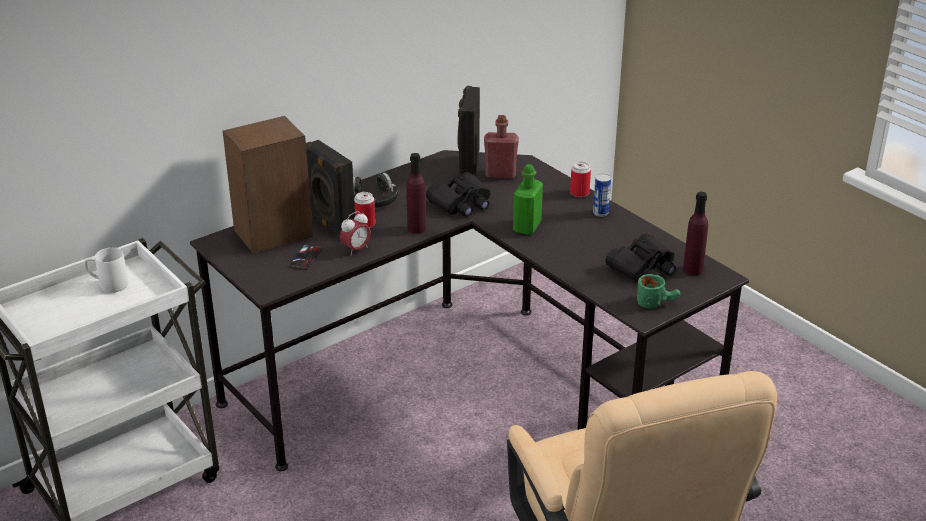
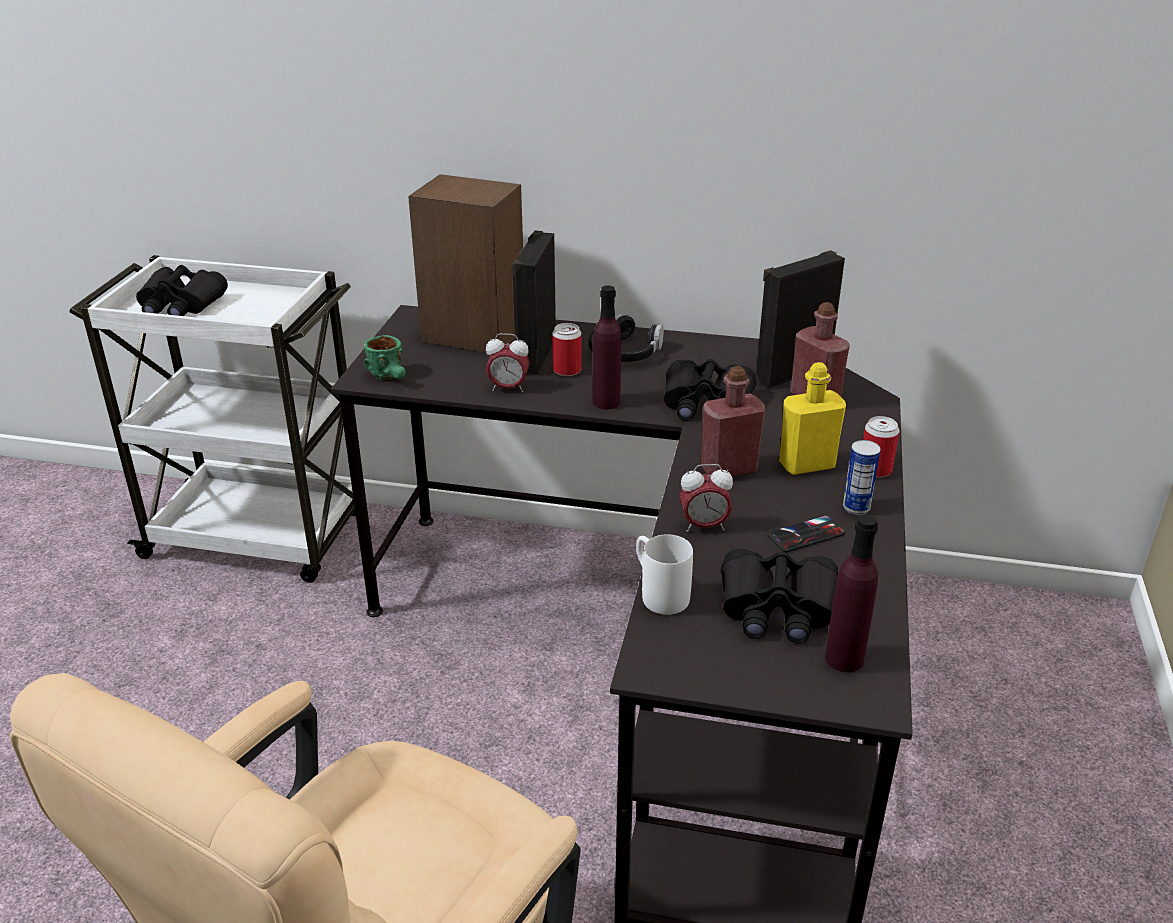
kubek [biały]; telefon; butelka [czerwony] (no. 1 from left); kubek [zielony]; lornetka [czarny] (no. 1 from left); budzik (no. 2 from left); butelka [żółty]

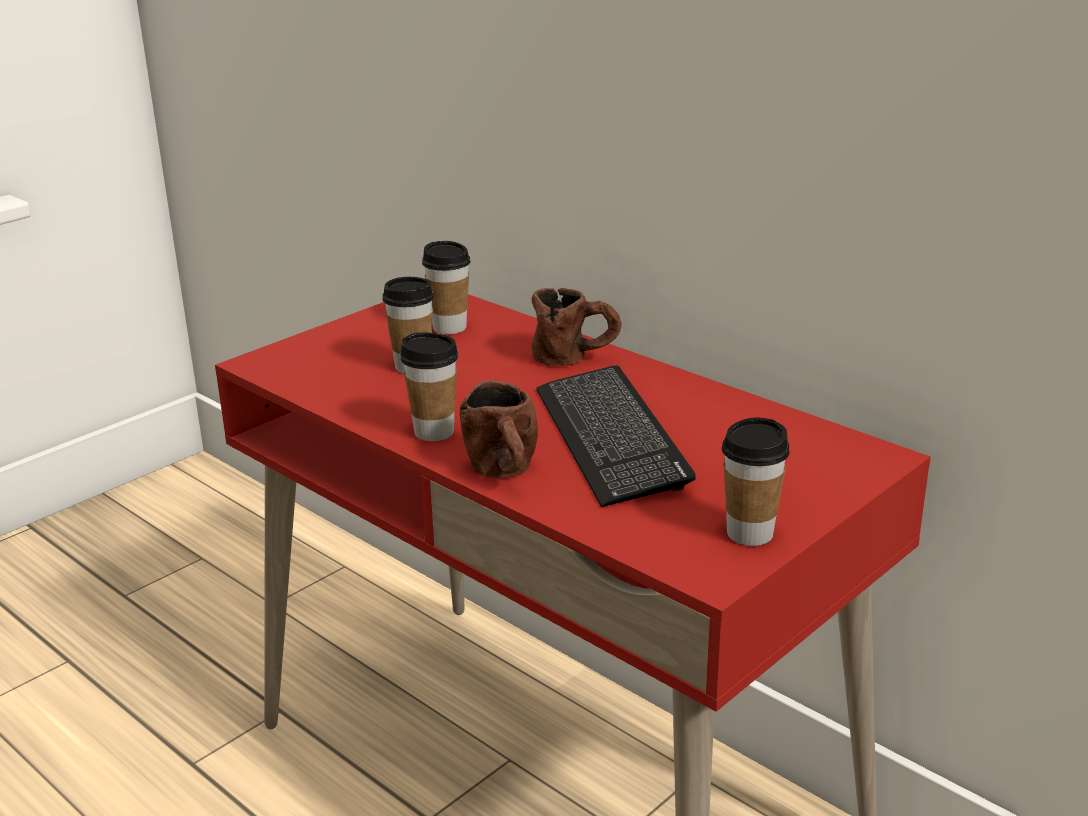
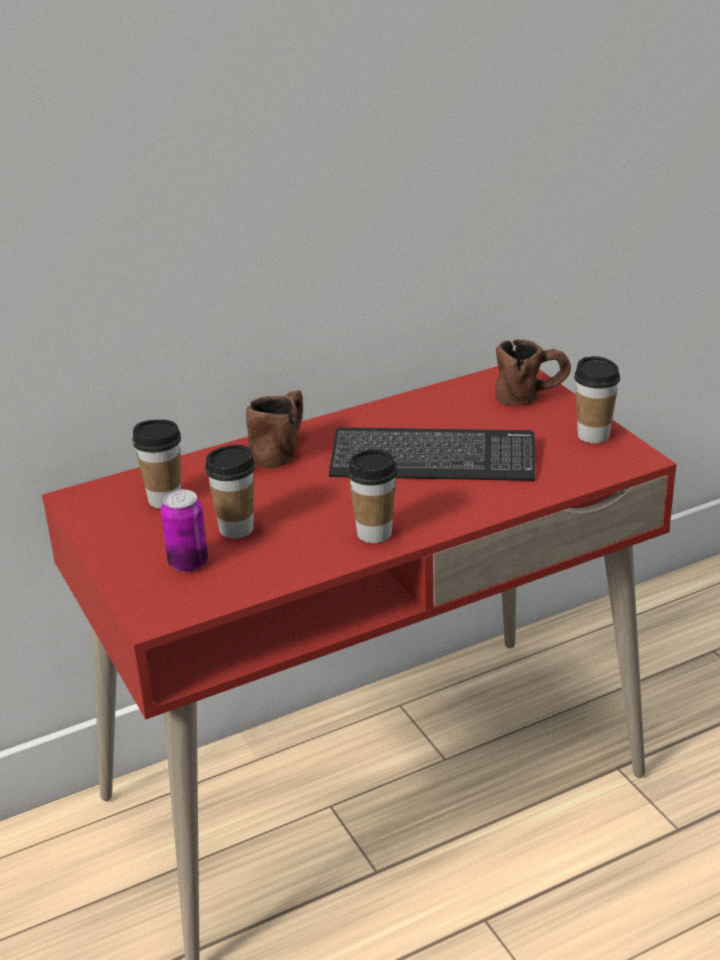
kubek [brązowy] (no. 2 from left); puszka

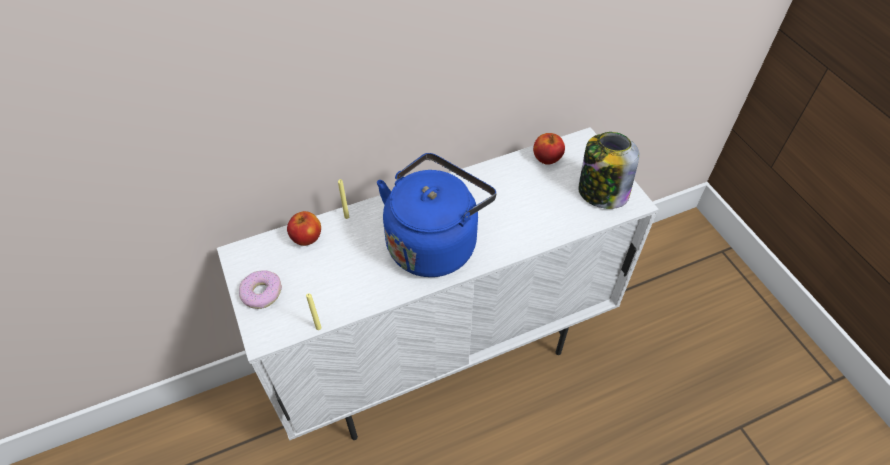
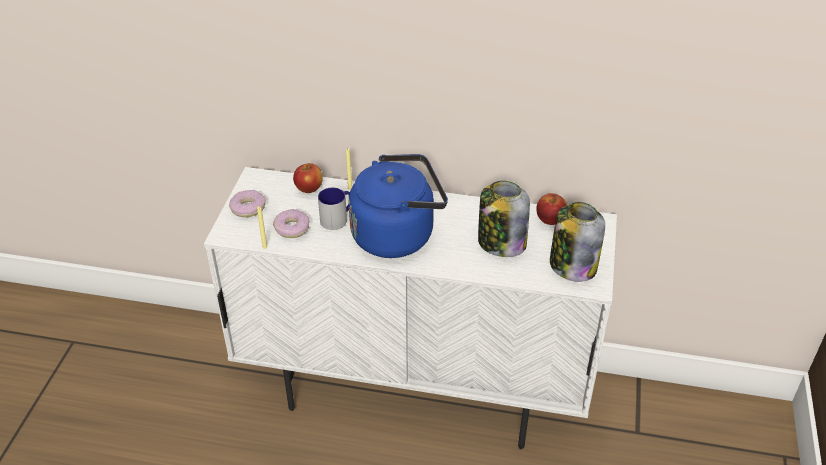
donut (no. 2 from left); kubek; słoik (no. 1 from left)

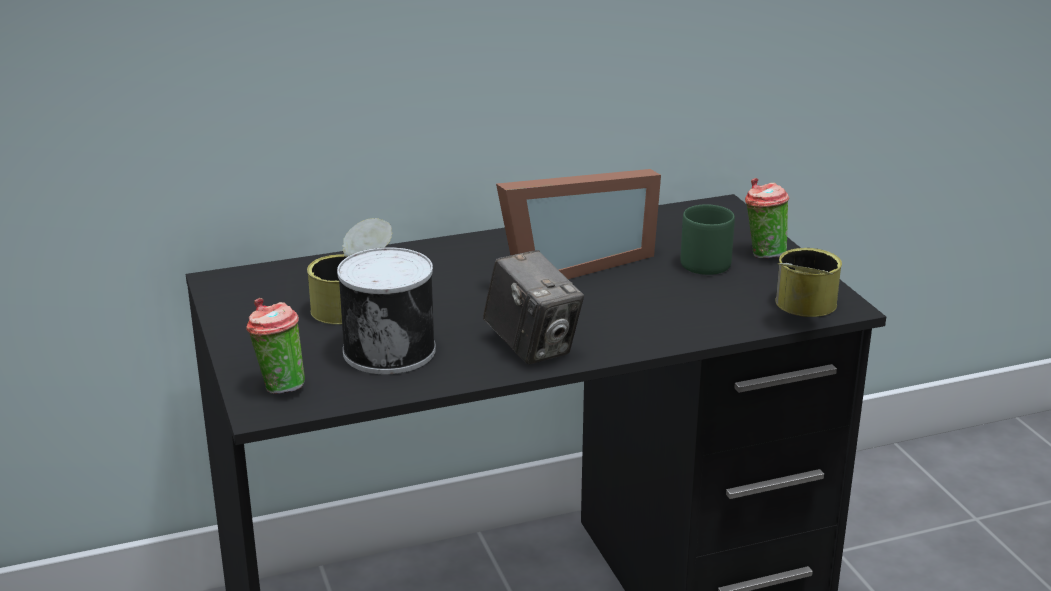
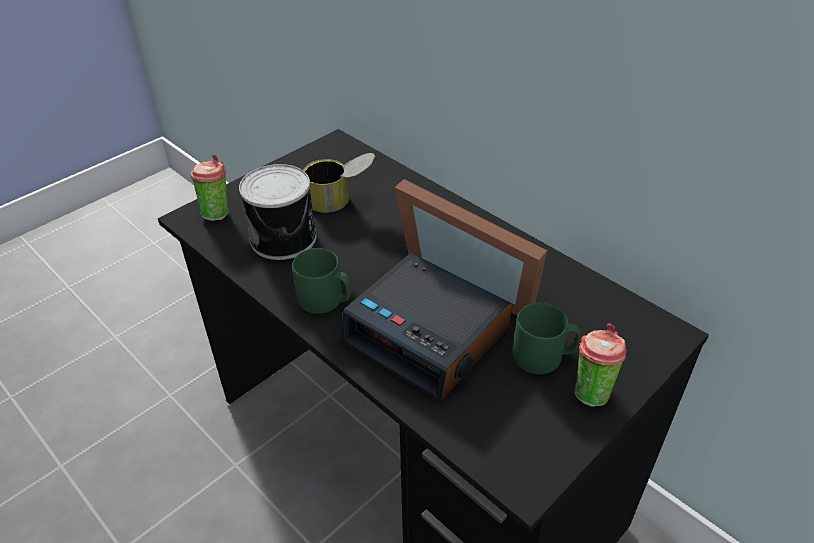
kubek [zielony] (no. 1 from left); puszka (no. 3 from left in the first image); budzik

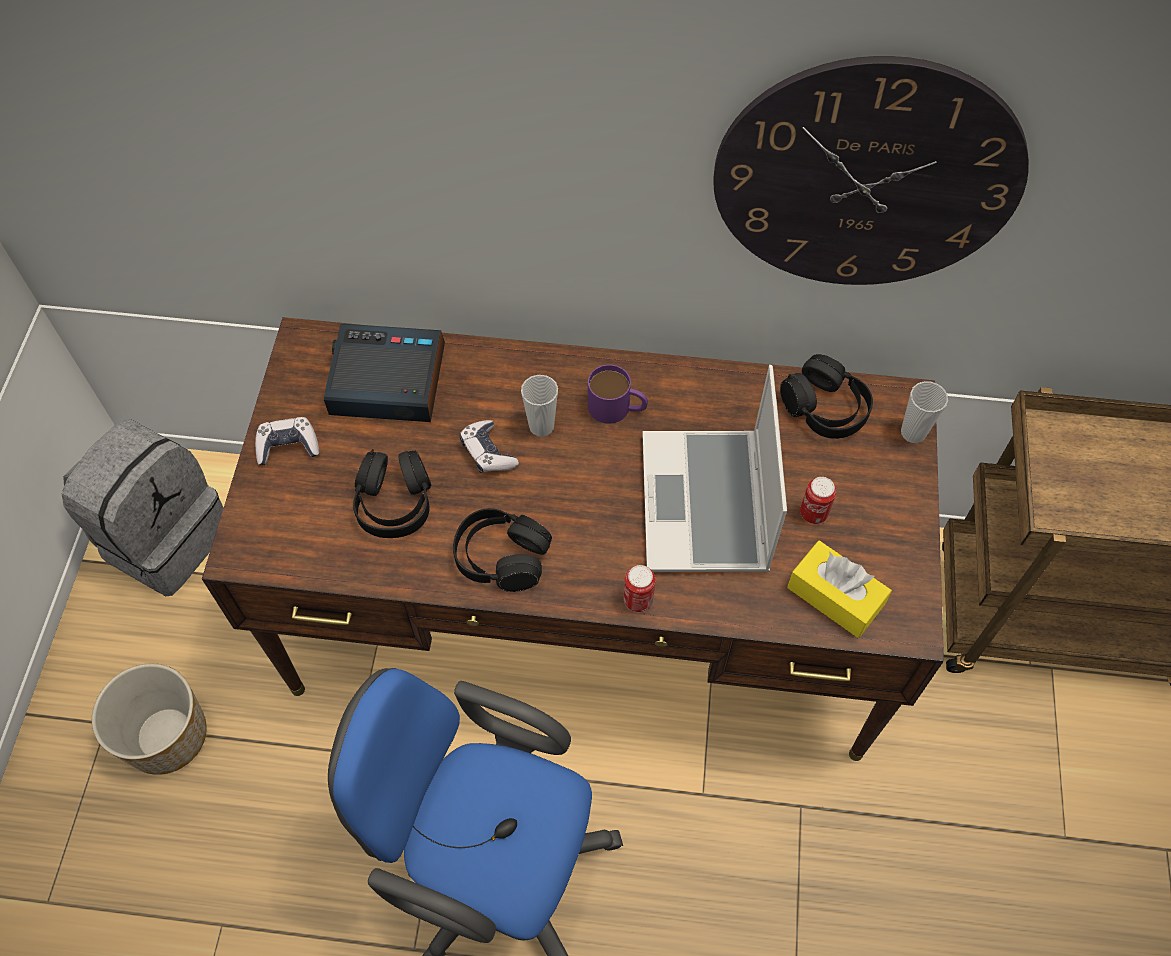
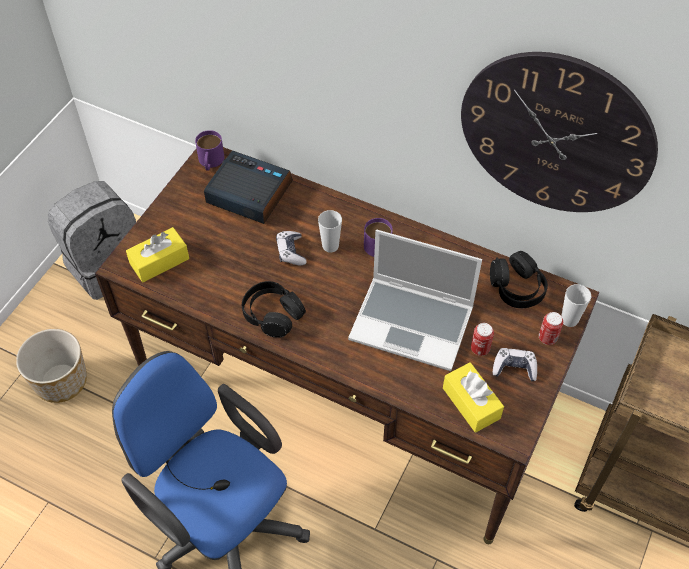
pad do gier (no. 2 from left); słuchawki [czarny] (no. 1 from left in the first image); puszka (no. 2 from left); laptop; pudełko chusteczek [żółty] (no. 1 from left); kubek [fioletowy] (no. 1 from left)

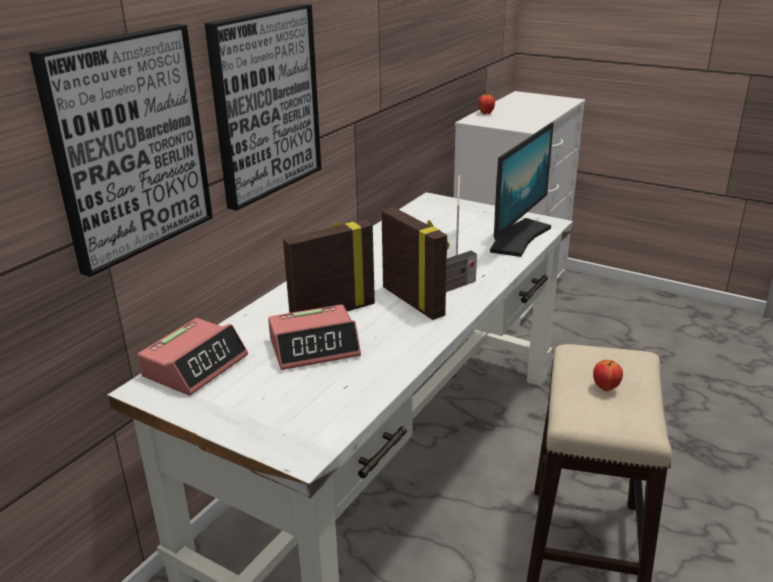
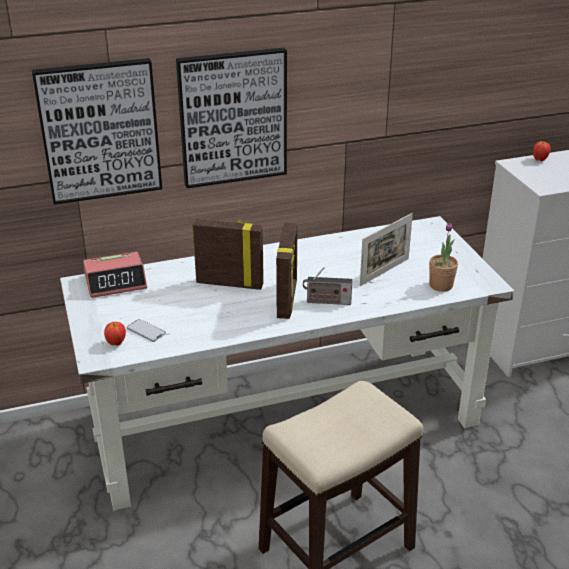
budzik (no. 2 from left in the first image); roślina doniczkowa; jabłko (no. 1 from left); telefon

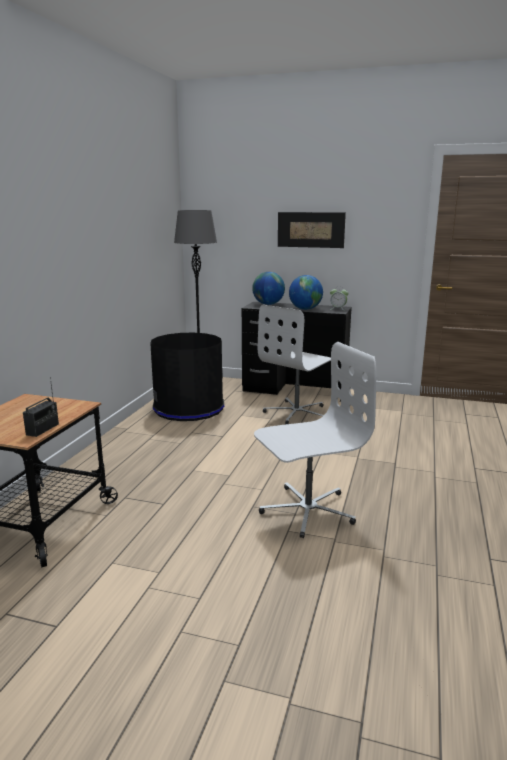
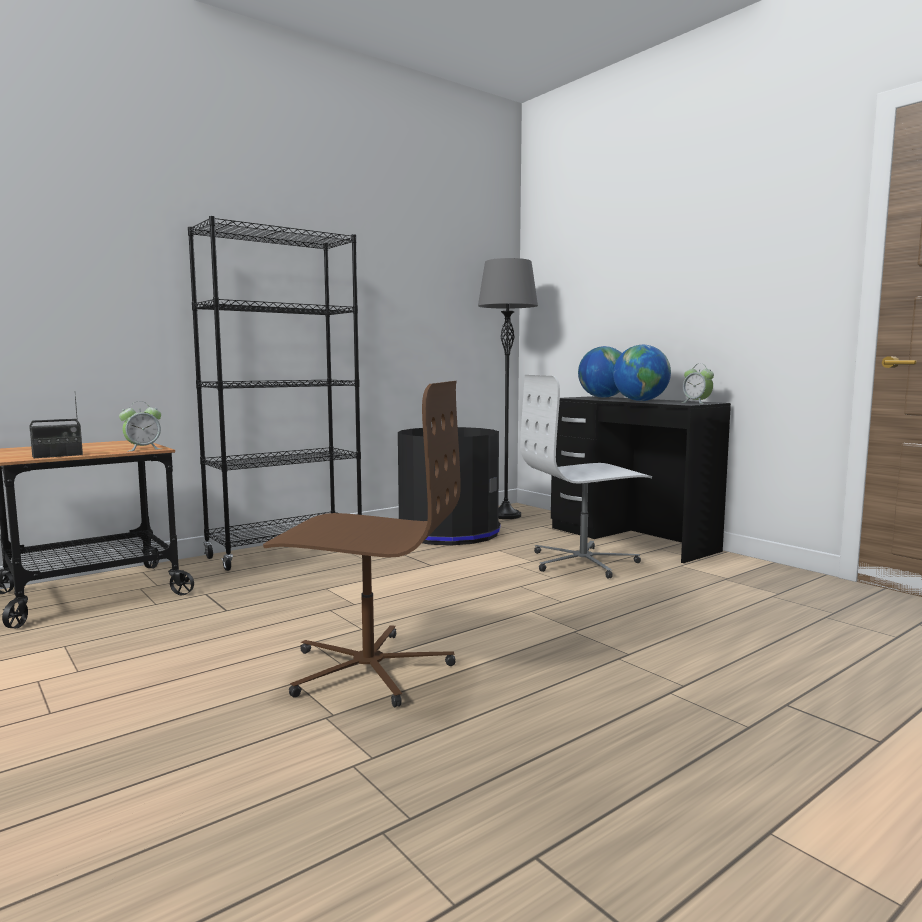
krzesło biurowe [brązowy]; obraz; budzik (no. 1 from left); regał [czarny]

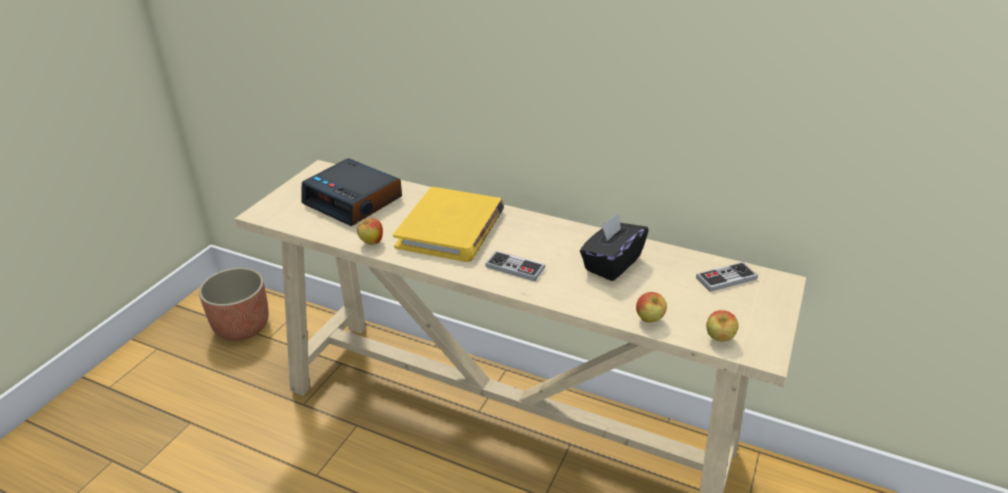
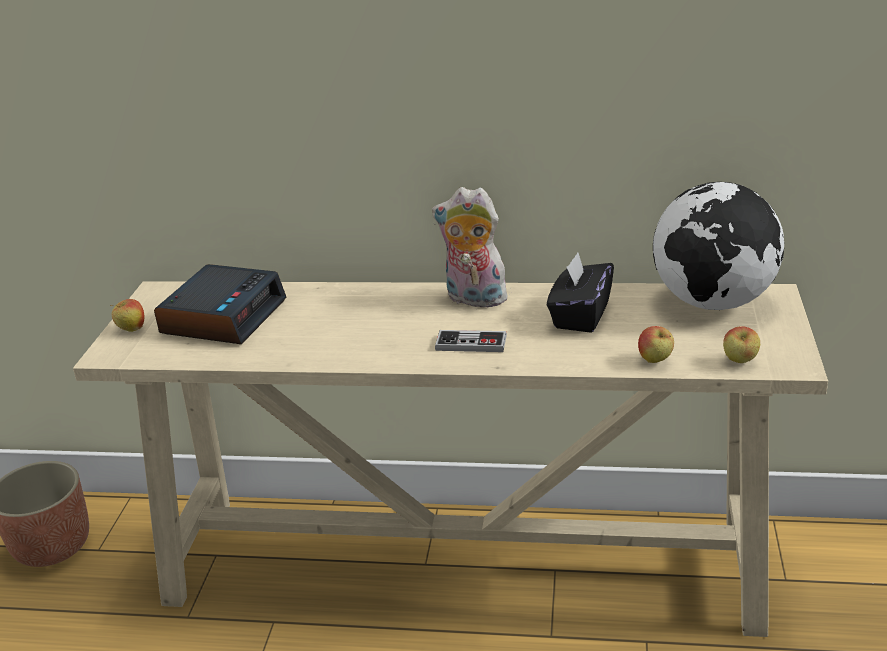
budzik; jabłko (no. 1 from left); książka [żółty]; globus; pluszak

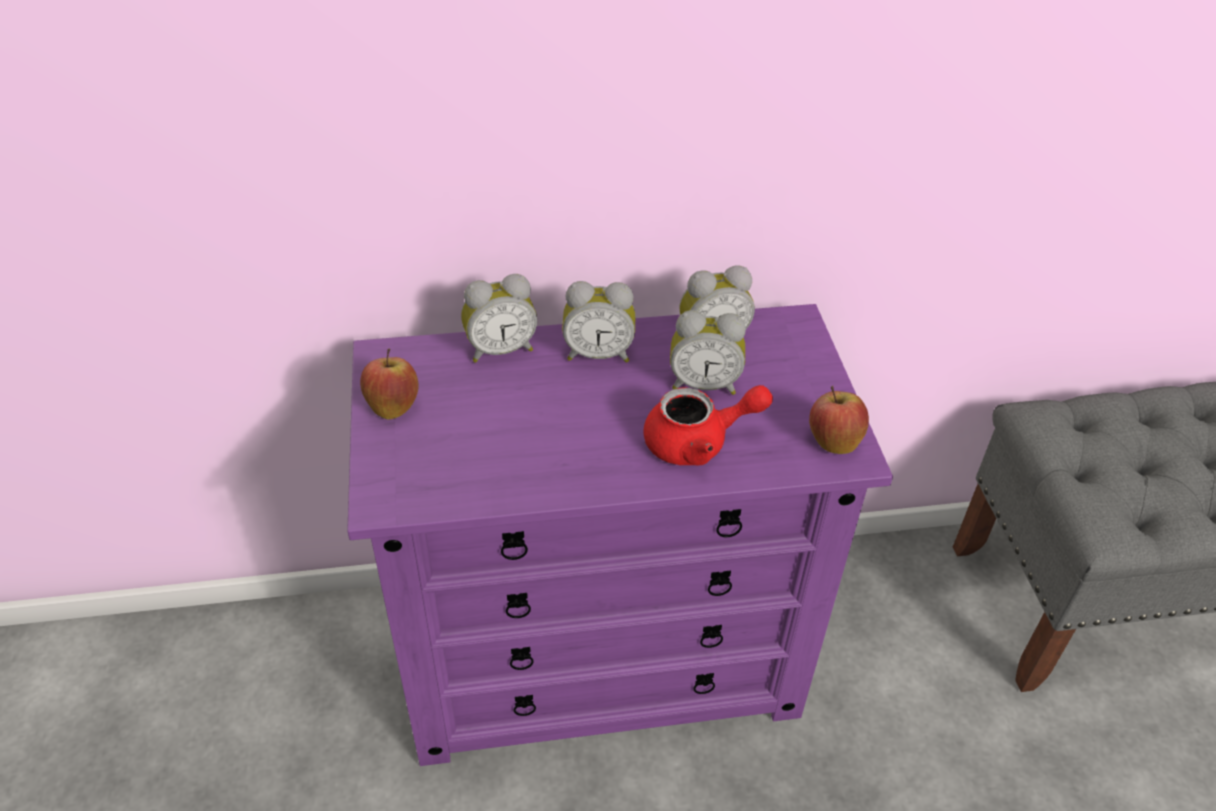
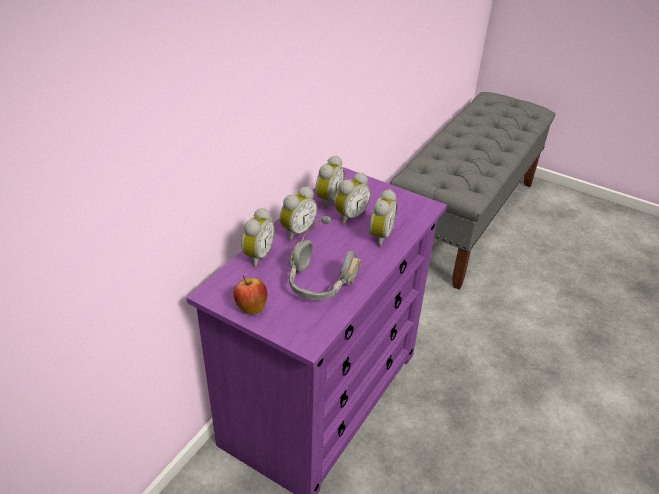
budzik (no. 5 from left); jabłko (no. 2 from left in the first image); słuchawki [szary]

